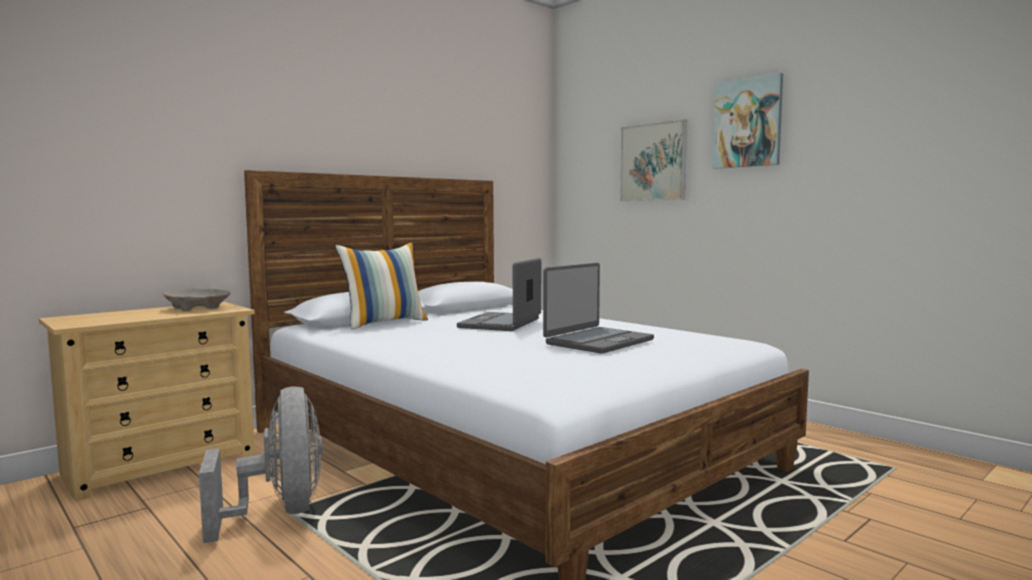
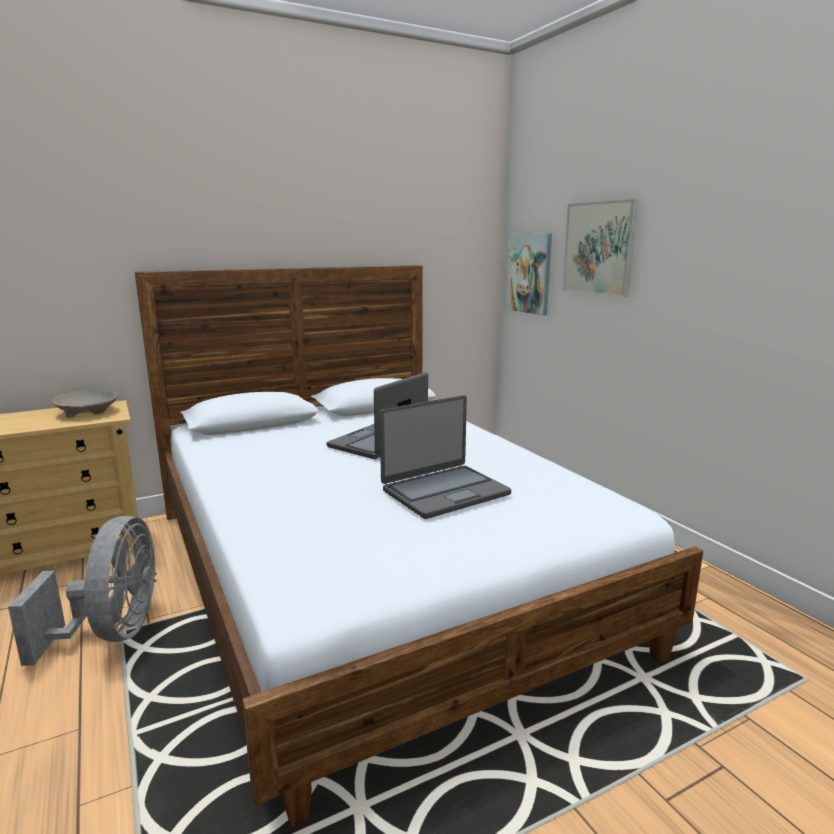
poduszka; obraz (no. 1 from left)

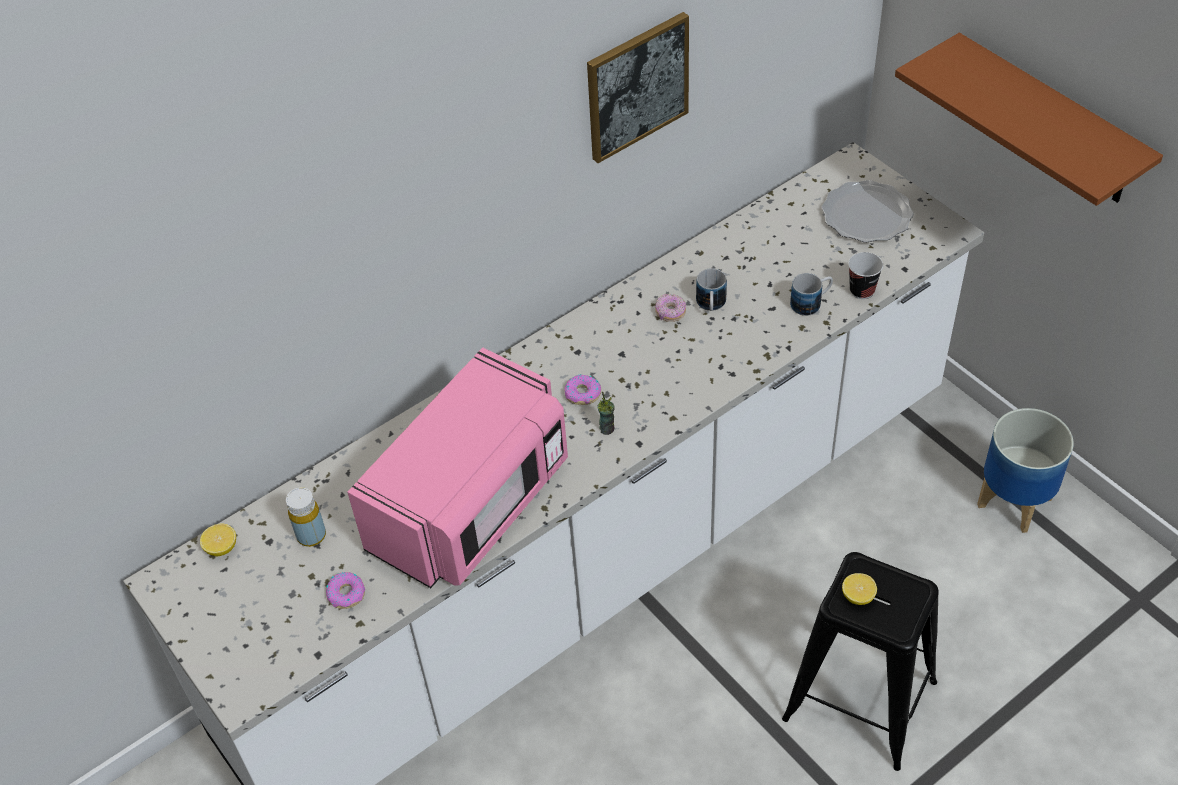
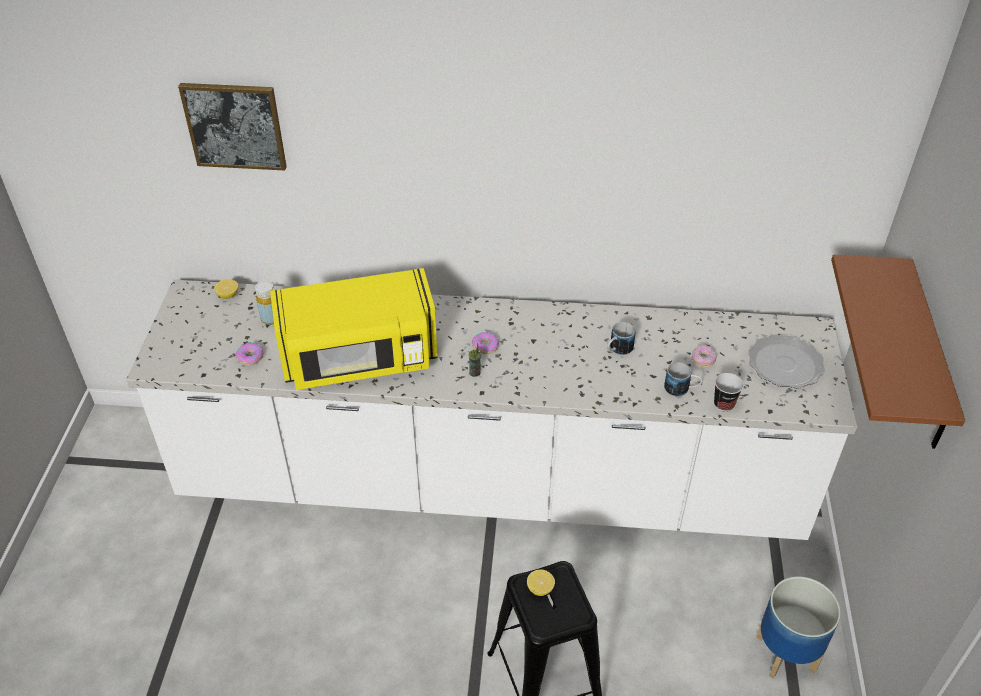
mikrofalówka [żółty]; obraz; donut (no. 3 from left)

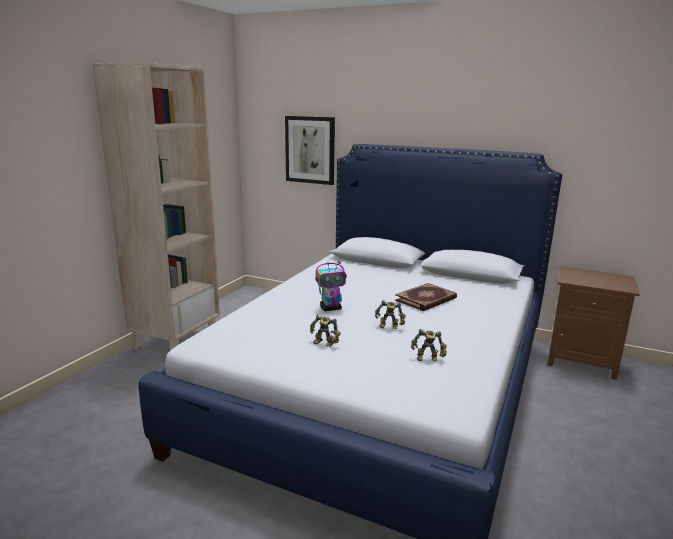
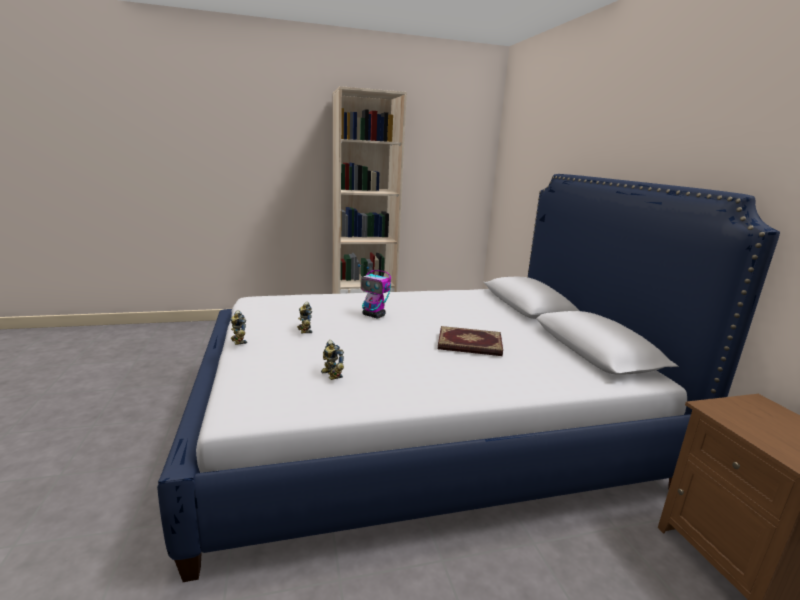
obraz; robot zabawkowy (no. 1 from left)

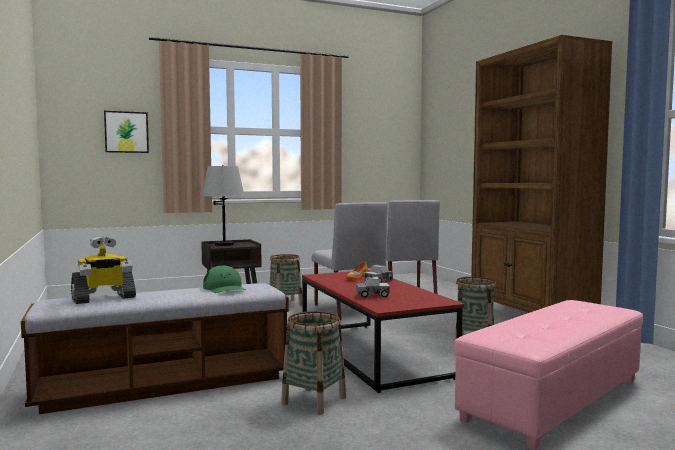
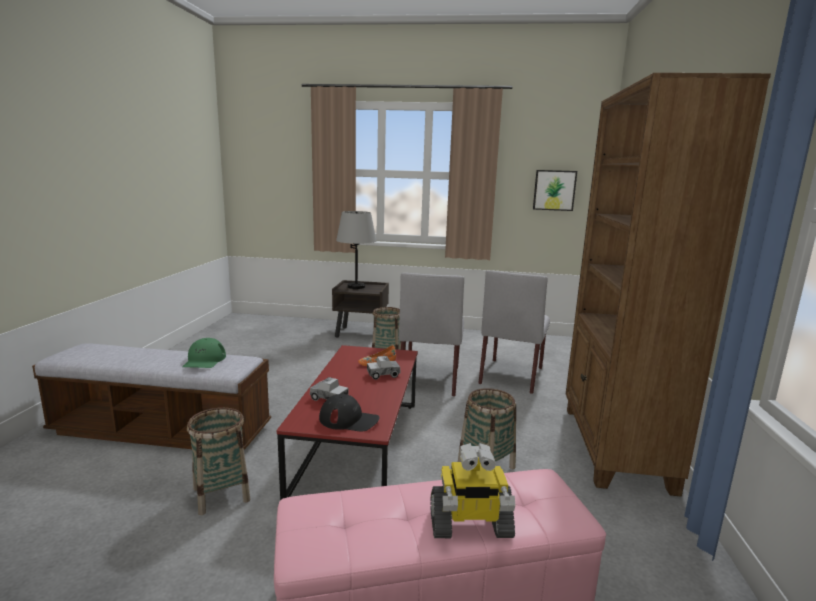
robot zabawkowy; obraz; czapka z daszkiem [czarny]

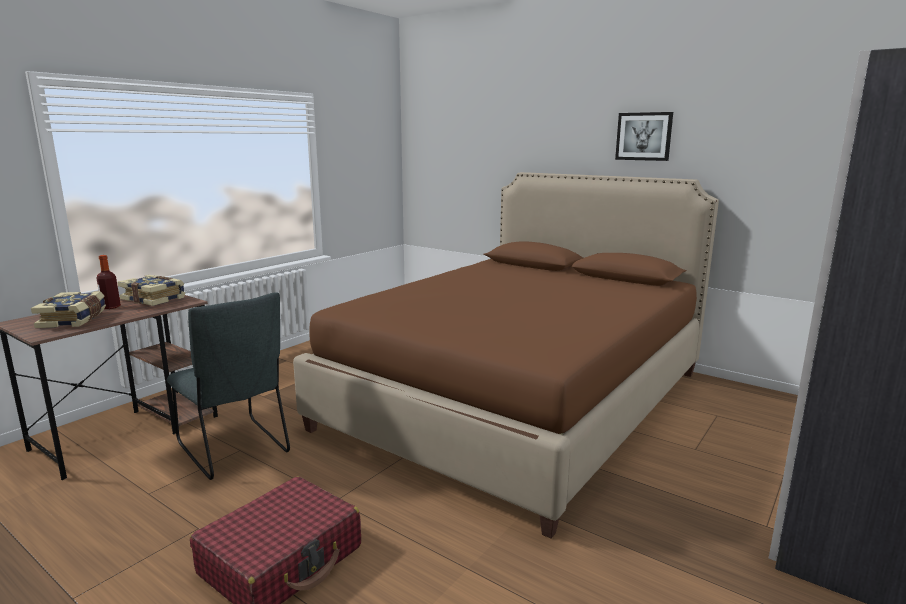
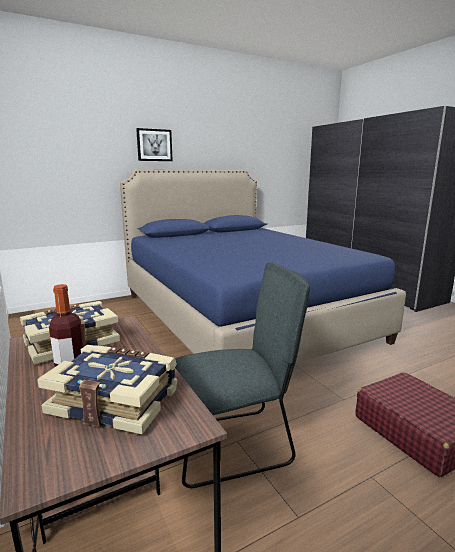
łóżko [niebieski]; obraz

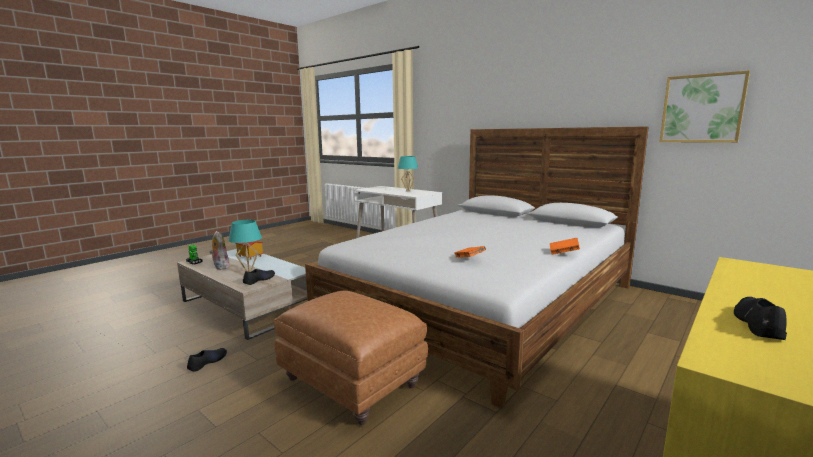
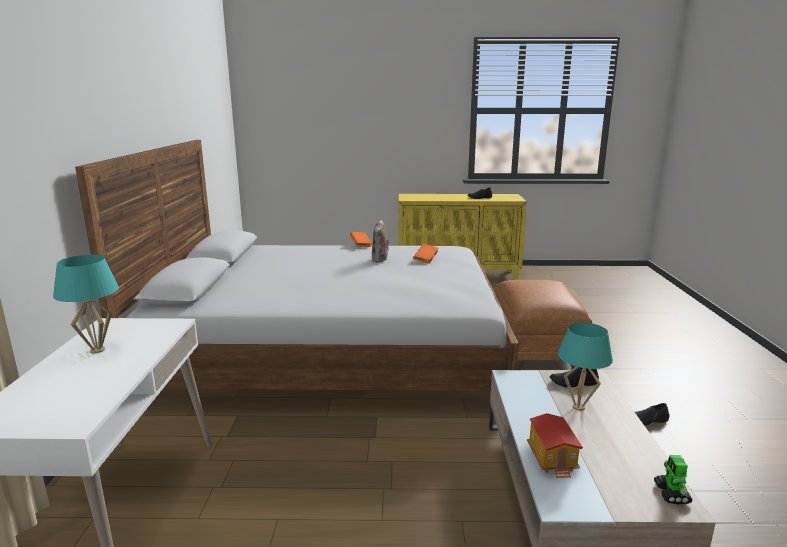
pluszak; obraz

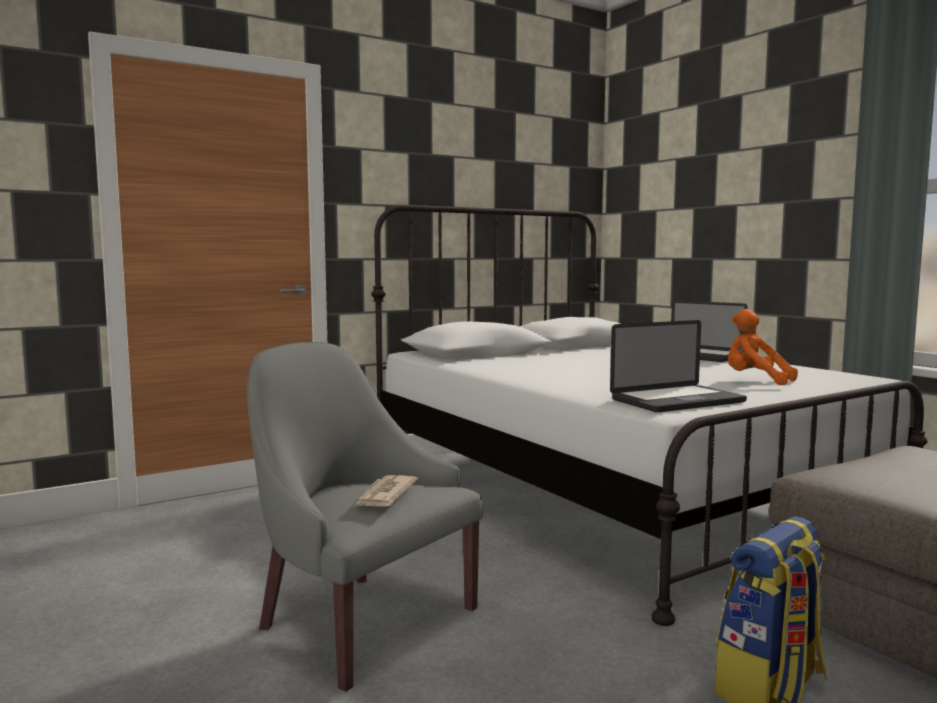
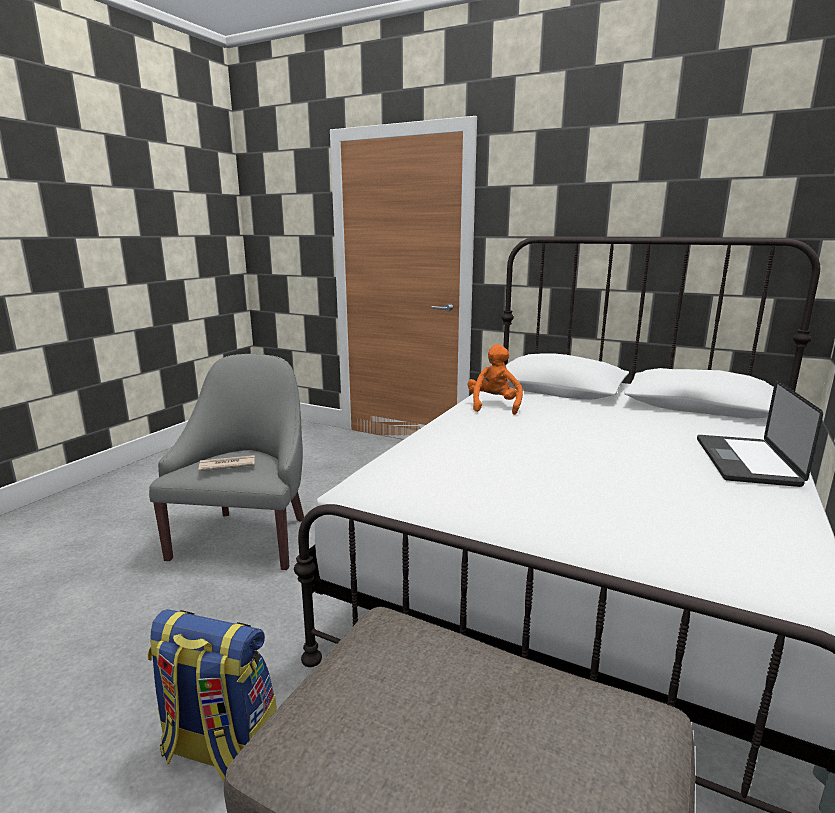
laptop (no. 1 from left in the first image); pluszak [pomarańczowy]

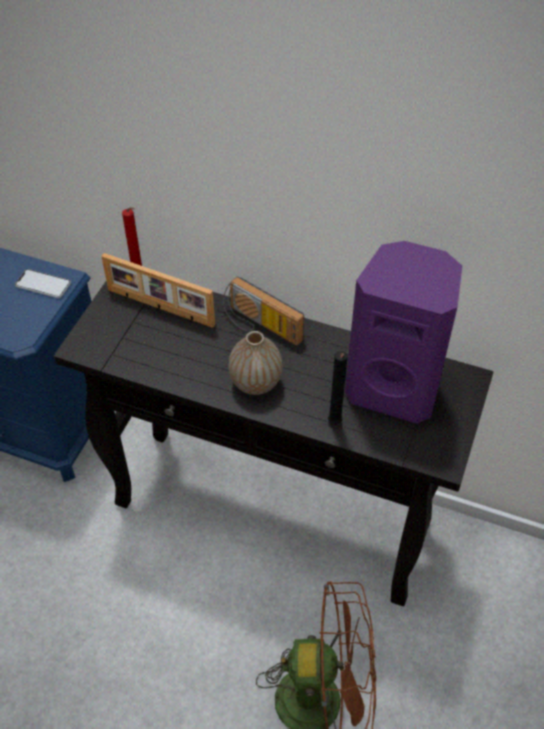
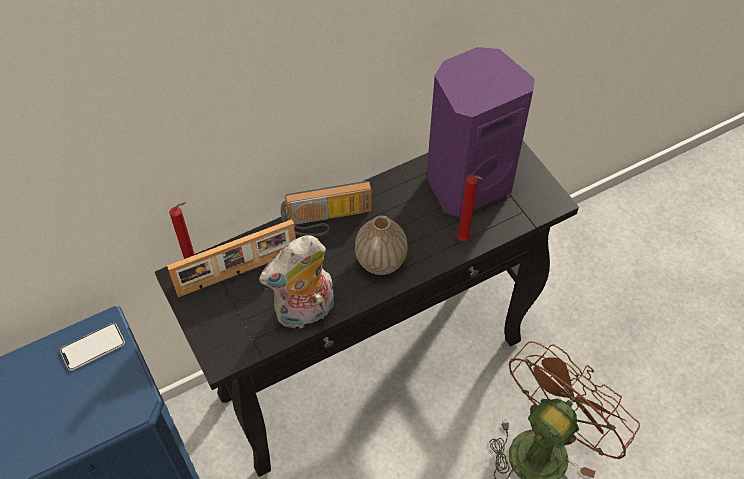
świeca [czerwony] (no. 2 from left); pluszak

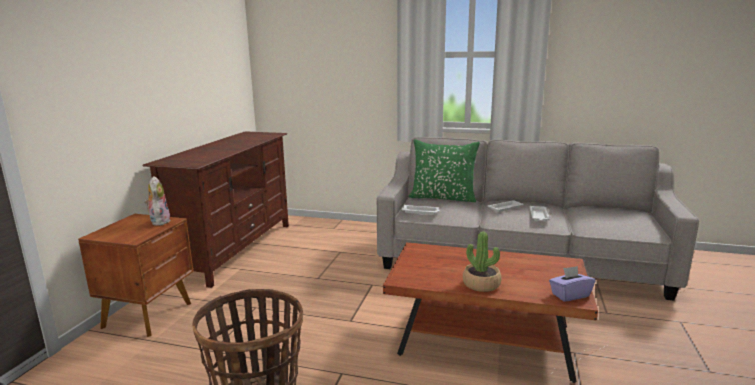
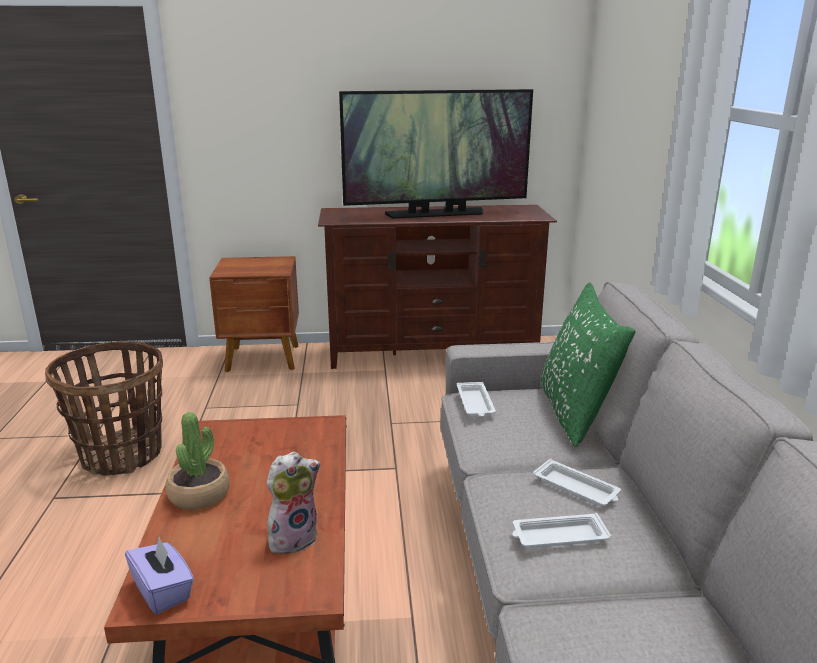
pluszak; telewizor

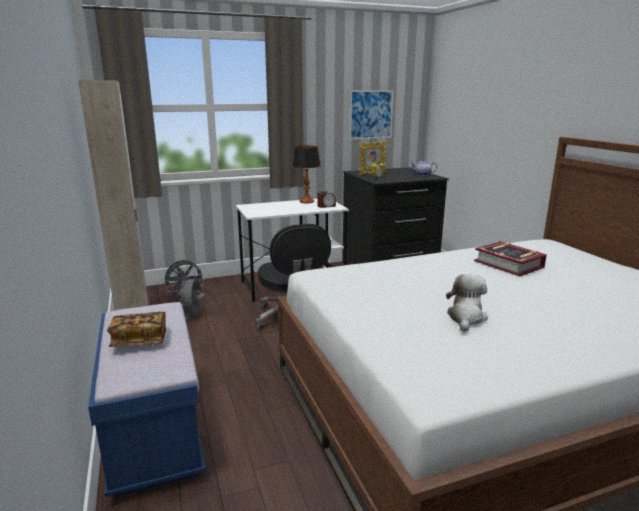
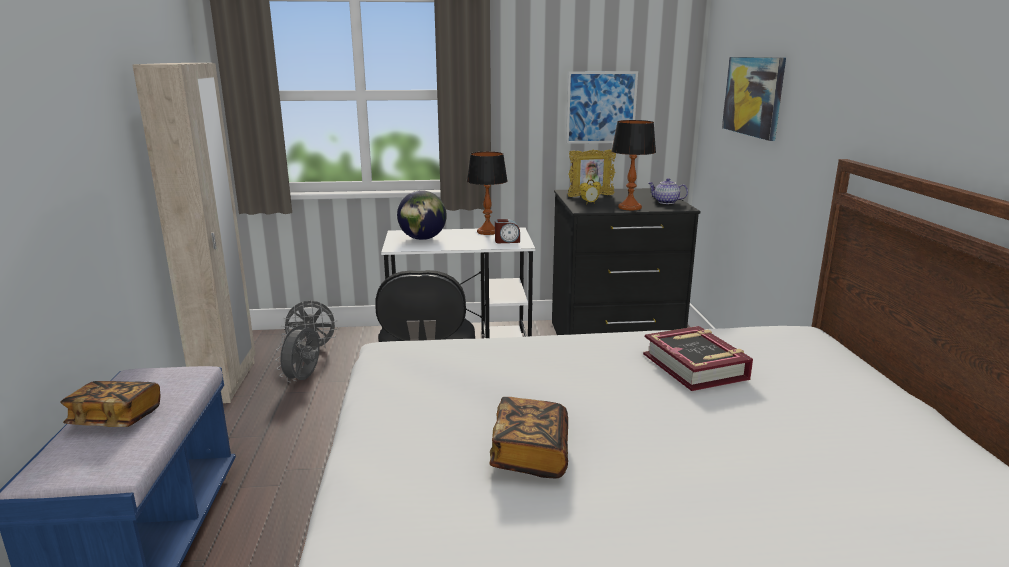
książka (no. 2 from left); globus; lampa stołowa (no. 2 from left); obraz (no. 2 from left)

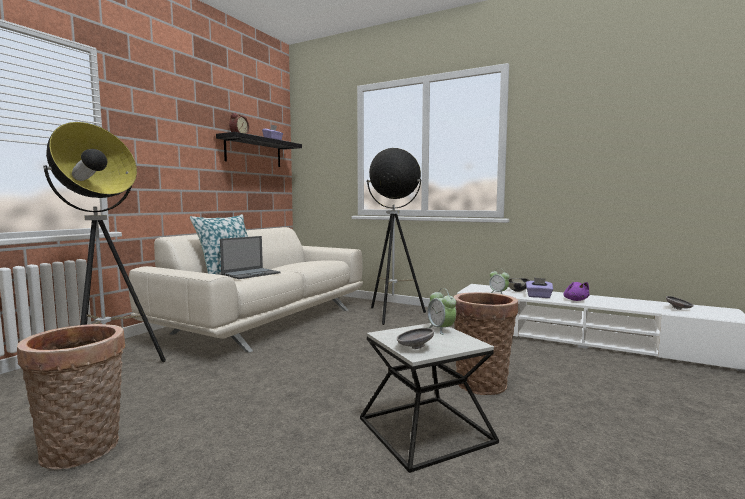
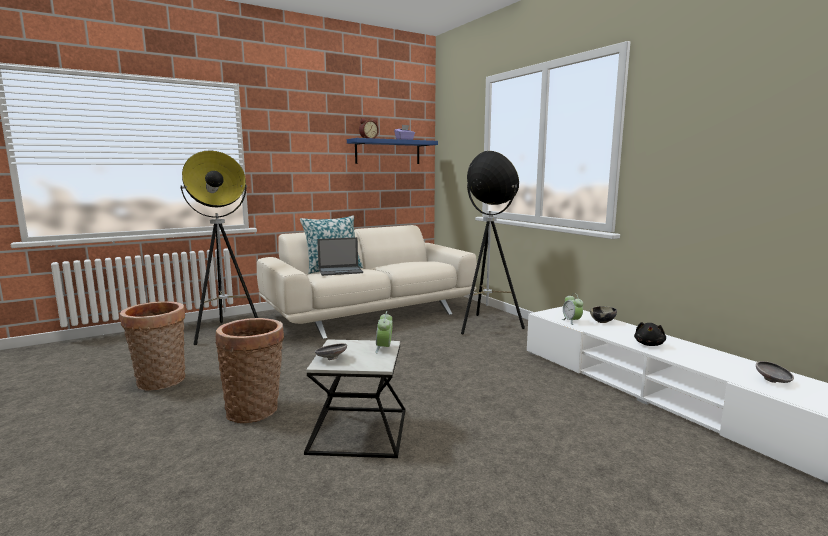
półka [niebieski]; koszyk (no. 2 from left); pudełko chusteczek [fioletowy] (no. 2 from left in the first image); pluszak [czarny]

